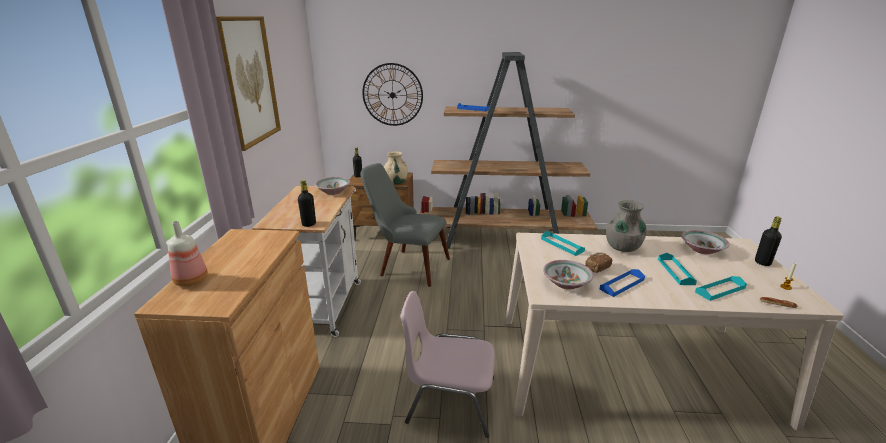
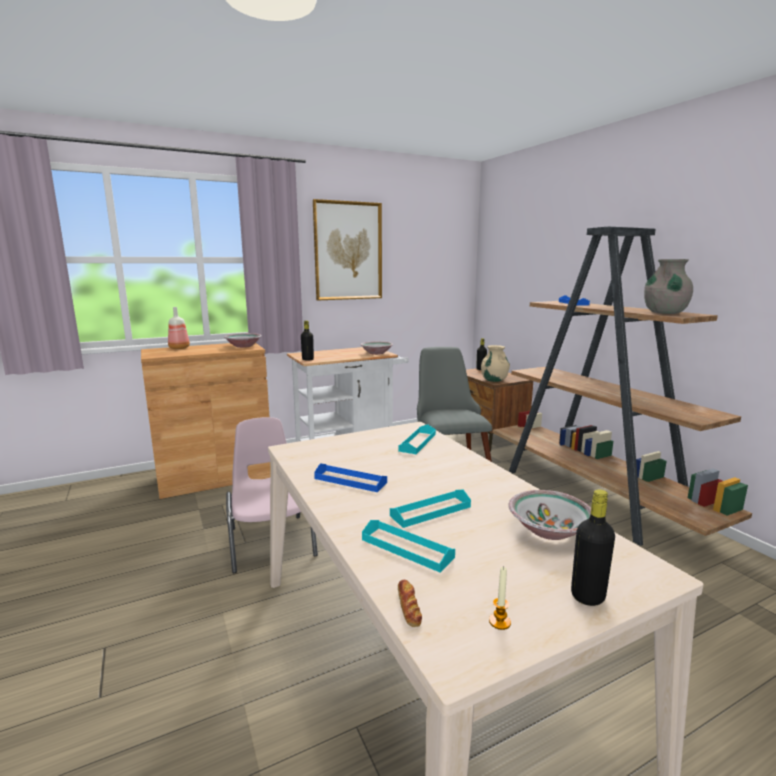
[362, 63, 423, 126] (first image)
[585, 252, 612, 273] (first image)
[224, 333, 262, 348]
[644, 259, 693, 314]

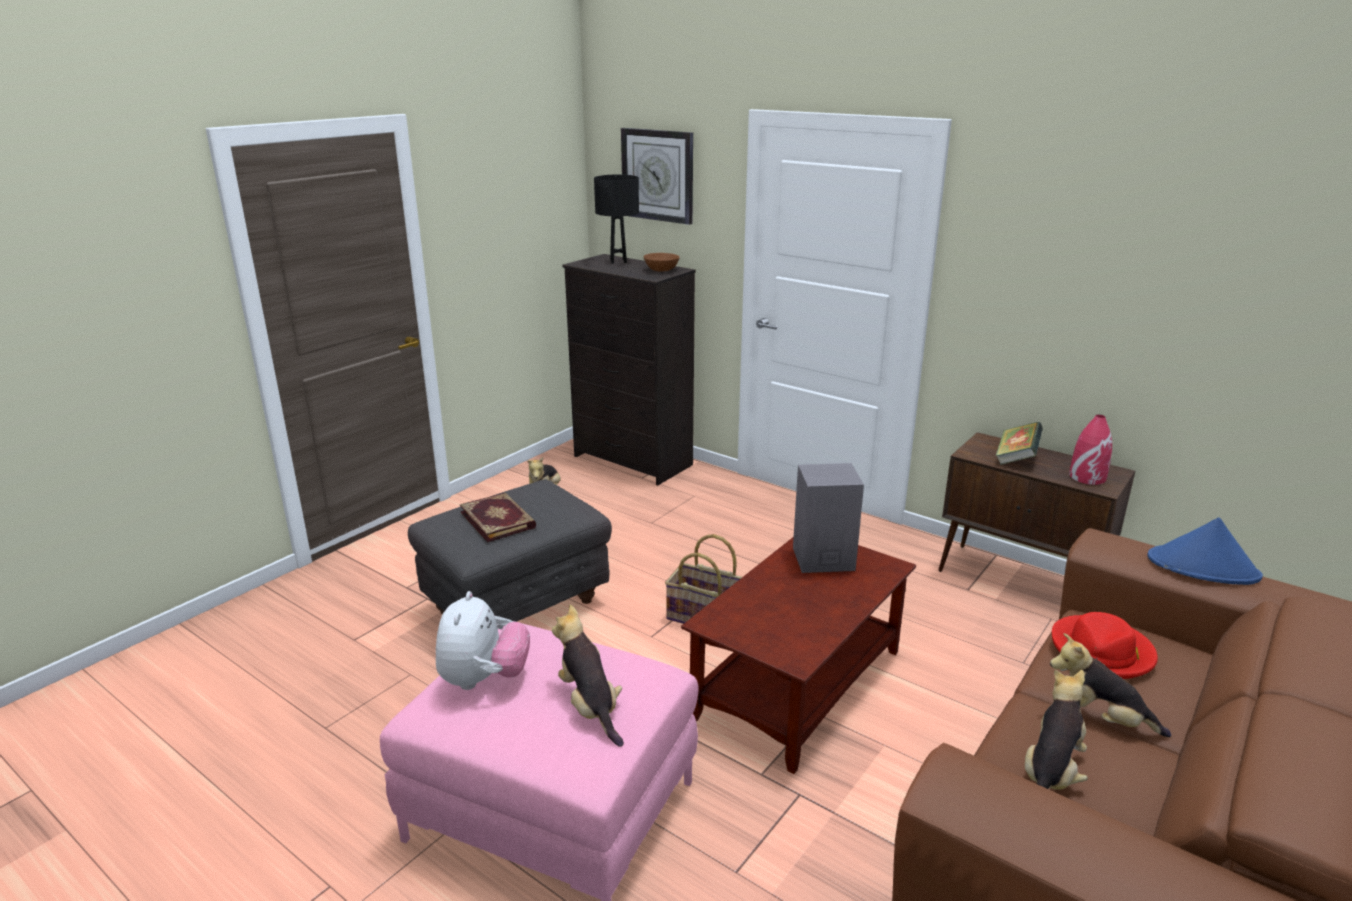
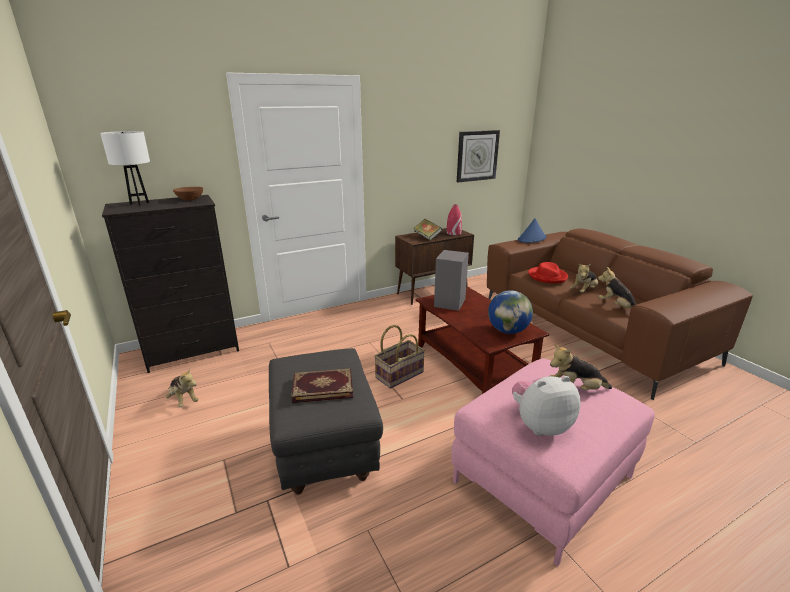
[488, 290, 533, 334]
[457, 130, 500, 182]
[100, 131, 150, 205]
[512, 376, 581, 436]

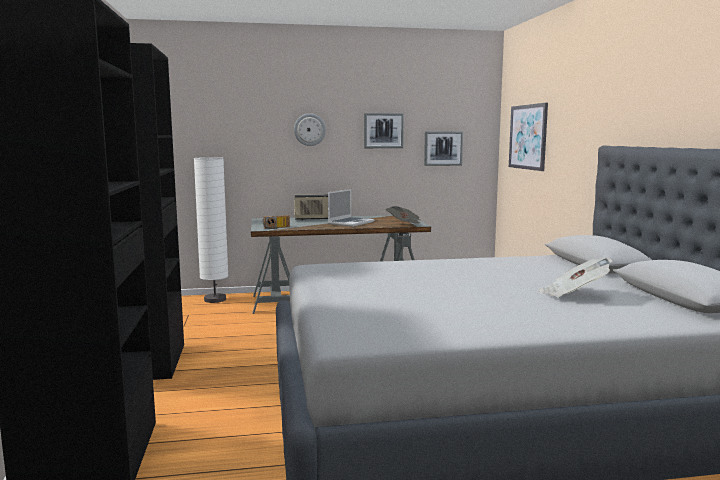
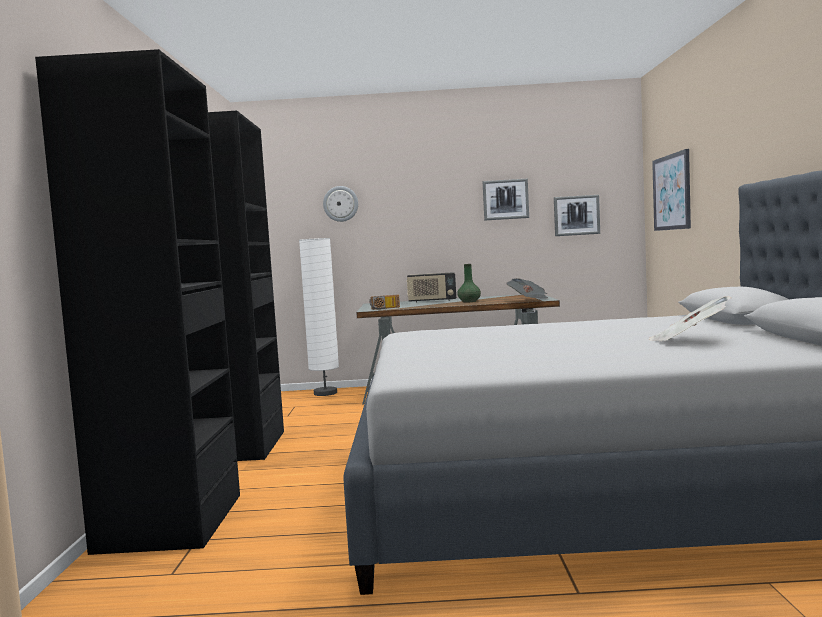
[323, 186, 358, 222]
[457, 264, 481, 302]

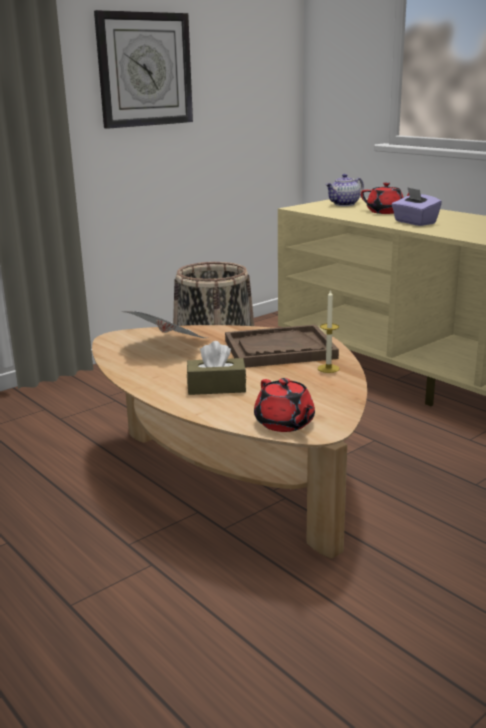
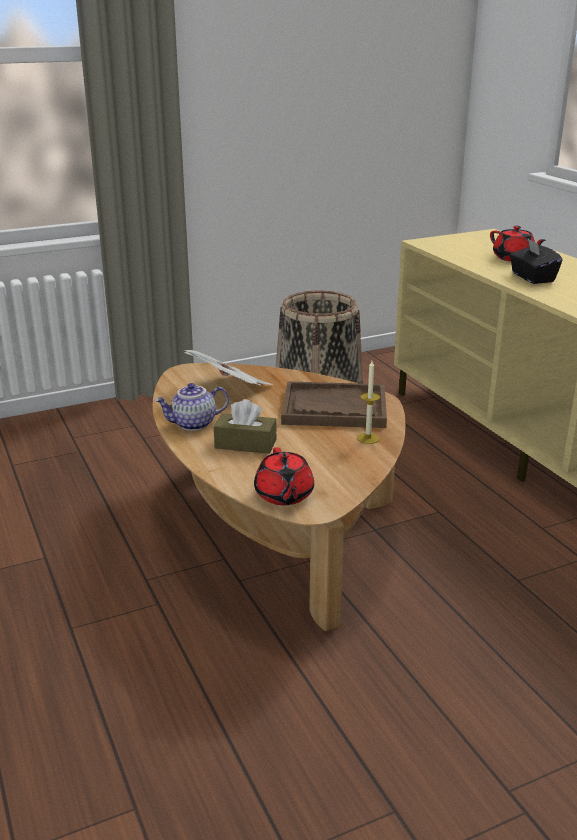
[94, 10, 193, 129] (first image)
[155, 383, 229, 431]
[510, 239, 562, 284]

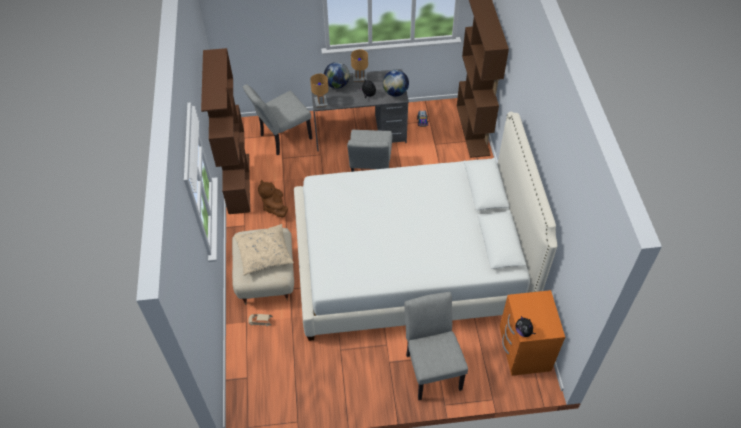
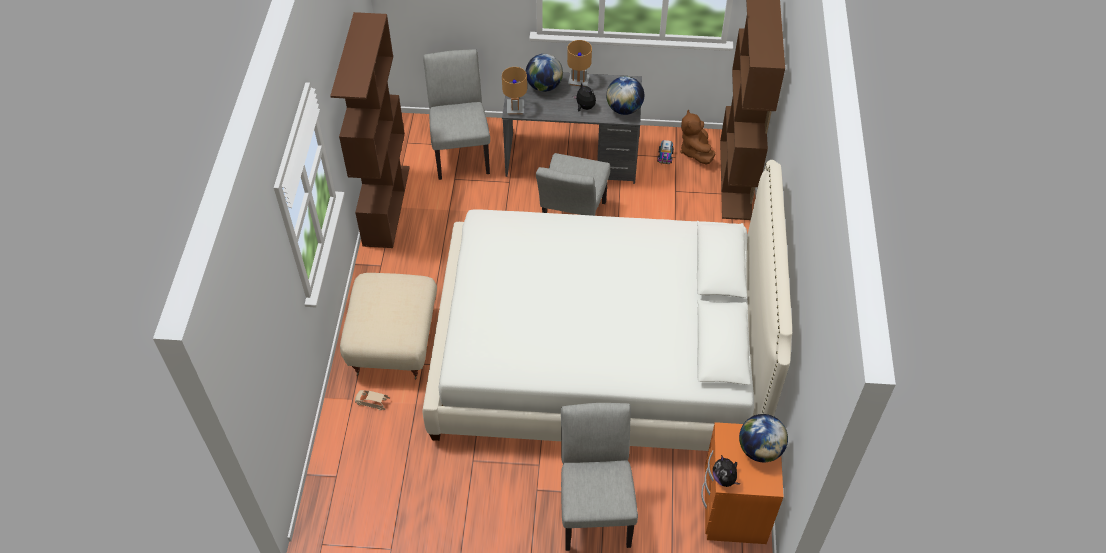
[234, 224, 294, 276] (first image)
[739, 414, 788, 462]
[680, 110, 715, 165]
[423, 49, 490, 180]

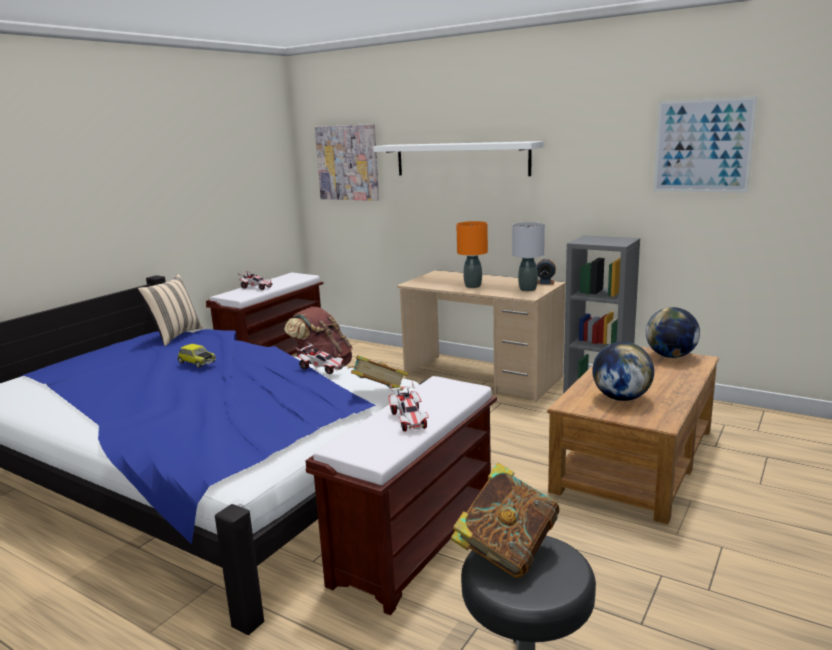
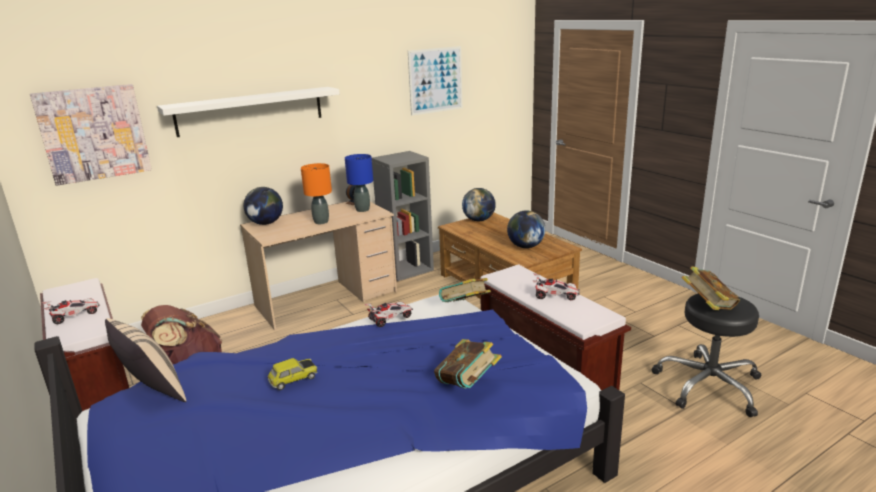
[243, 187, 283, 225]
[434, 339, 502, 389]
[345, 154, 373, 212]

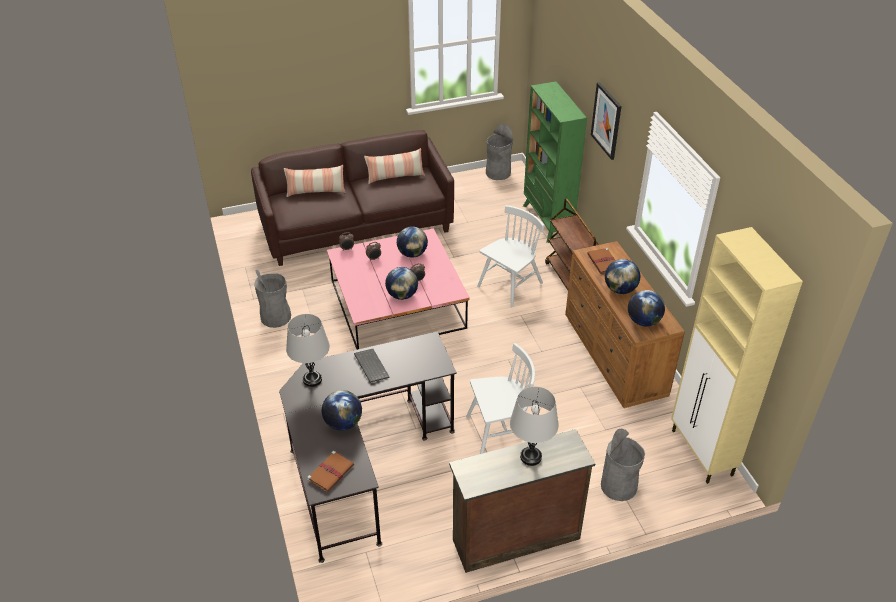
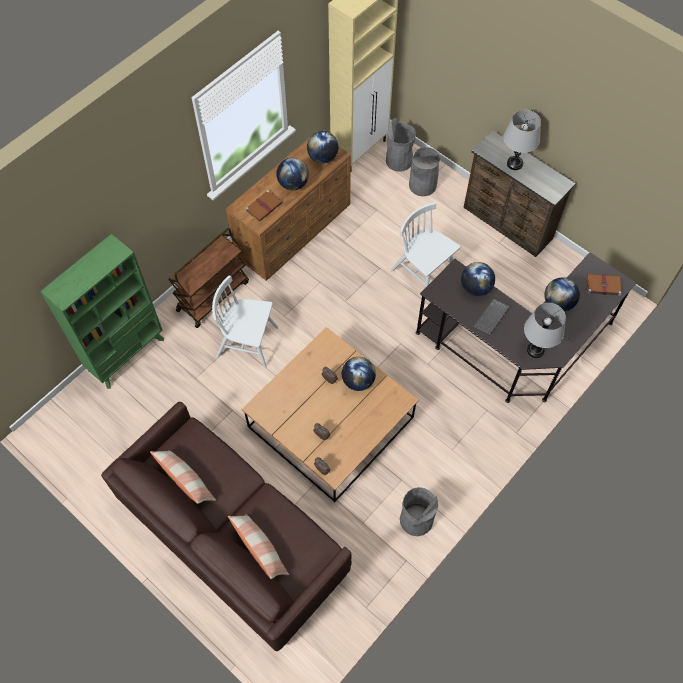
[591, 82, 621, 160] (first image)
[461, 262, 495, 296]
[386, 118, 416, 172]
[242, 327, 419, 502]

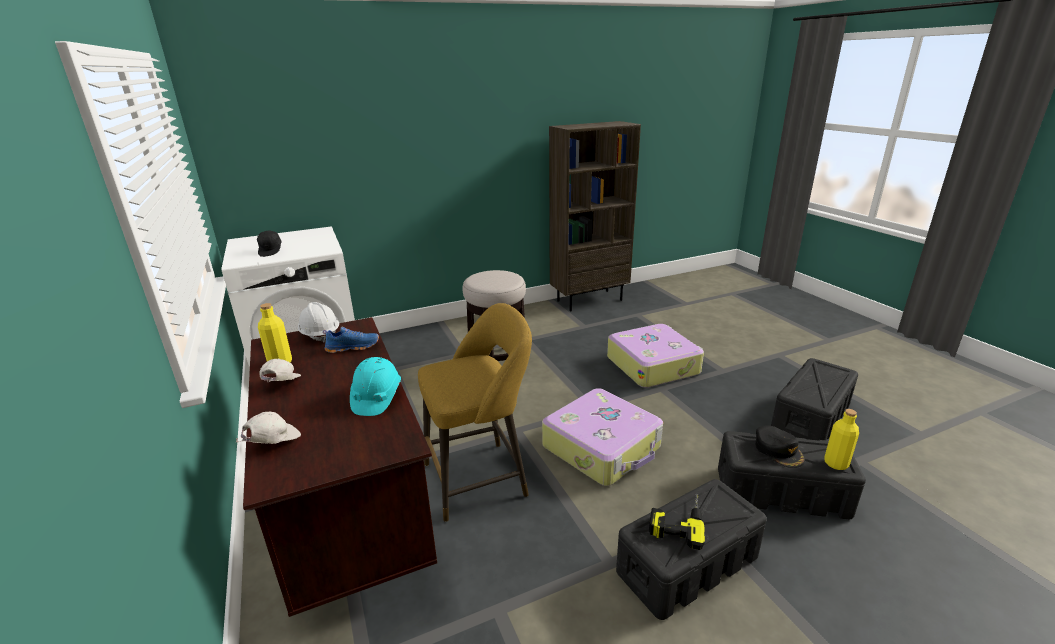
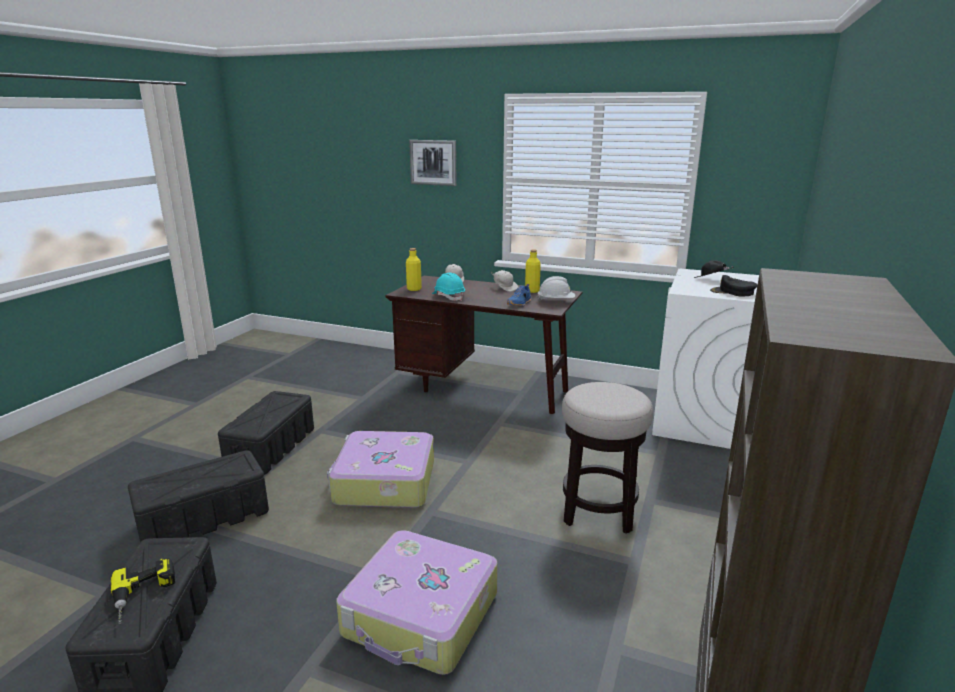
[418, 303, 532, 522] (first image)
[409, 140, 457, 186]
[111, 558, 175, 624]
[710, 275, 758, 296]
[406, 248, 422, 291]

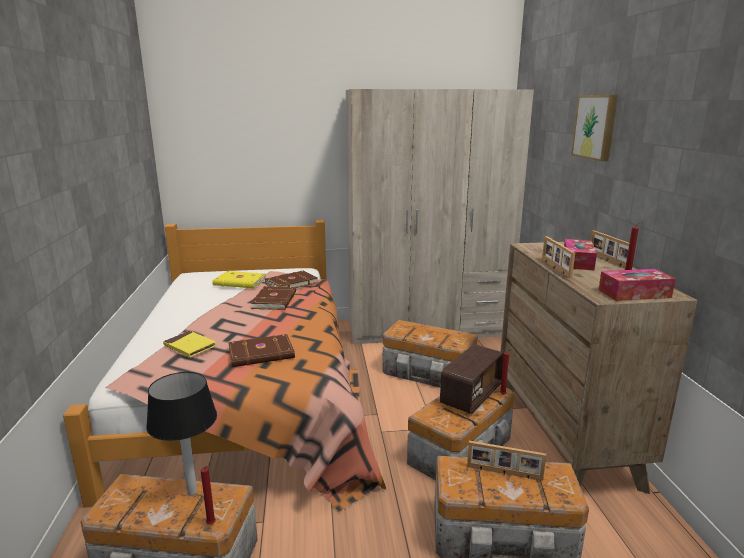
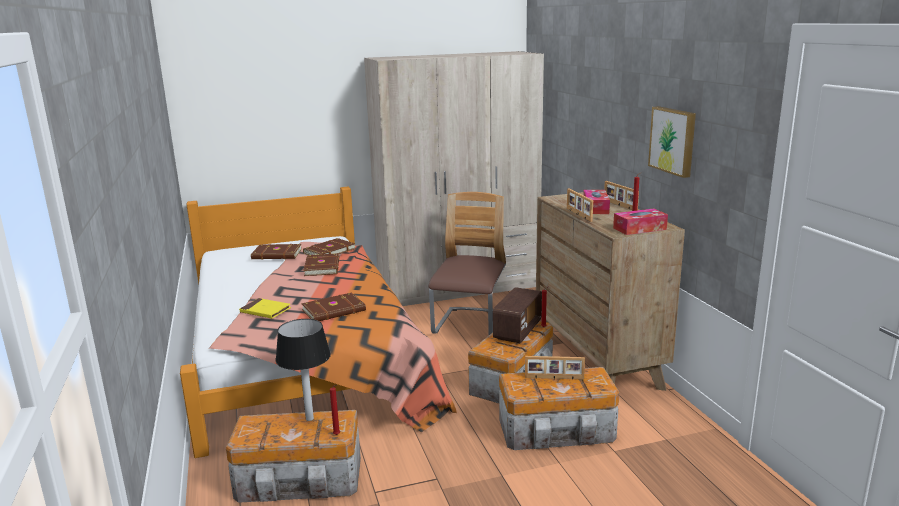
[648, 106, 696, 178]
[429, 192, 506, 335]
[251, 244, 302, 260]

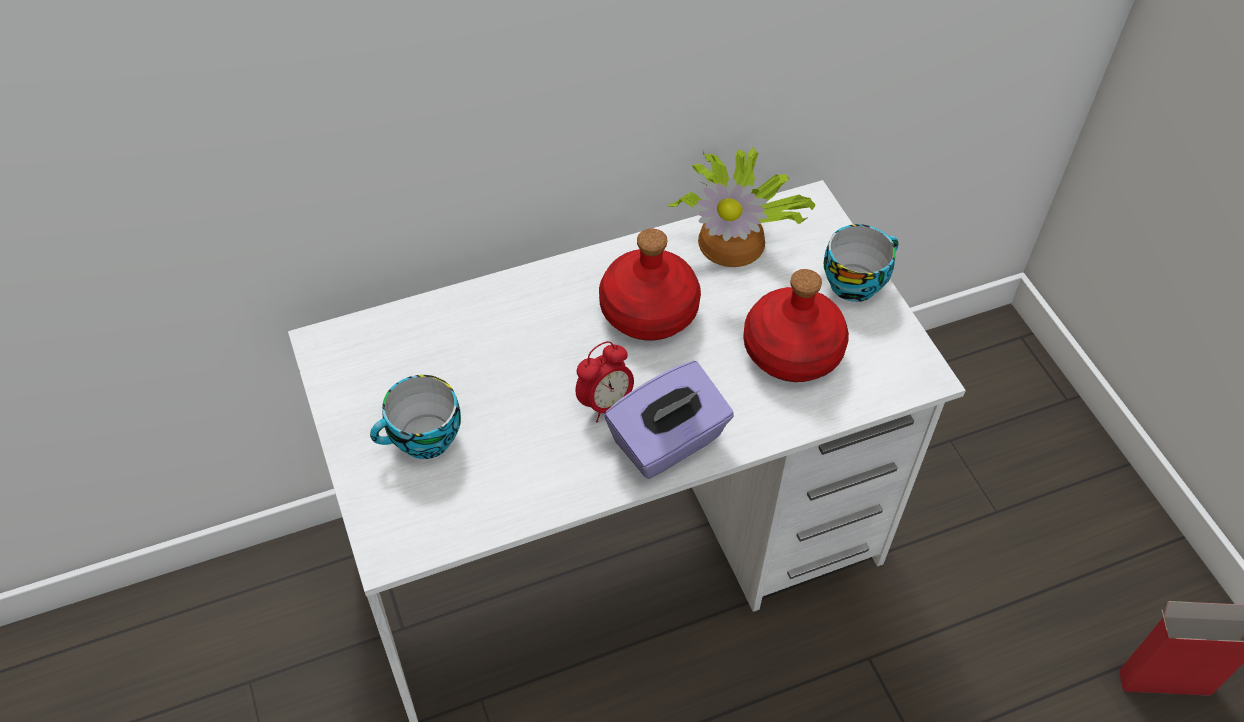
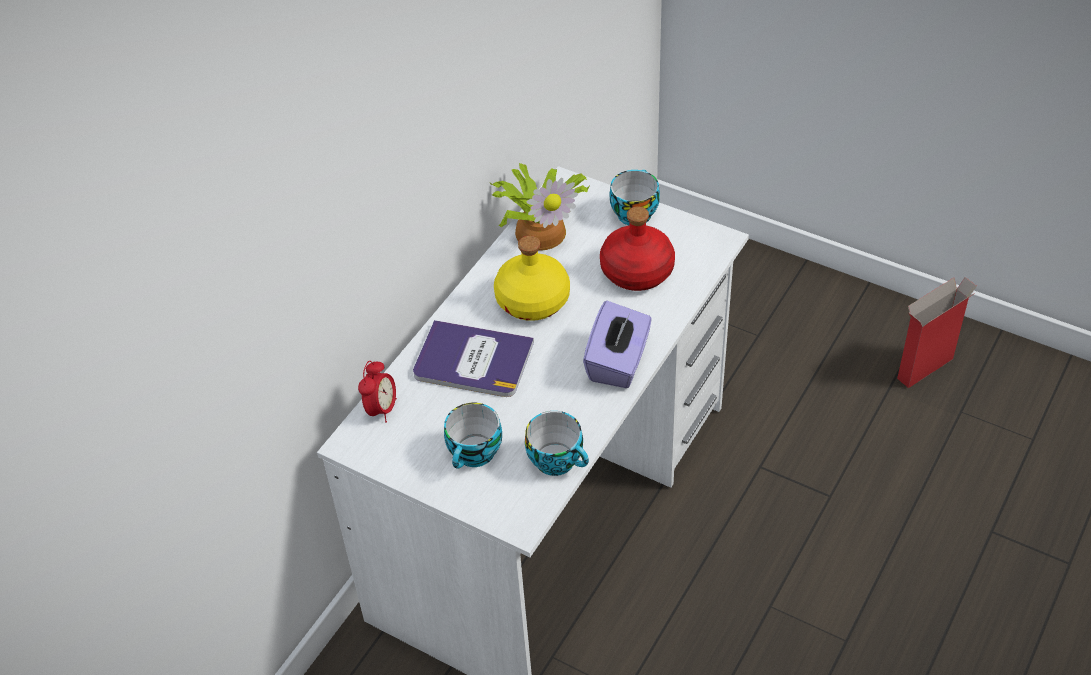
[413, 320, 534, 397]
[525, 411, 589, 476]
[358, 361, 397, 423]
[494, 236, 570, 321]

